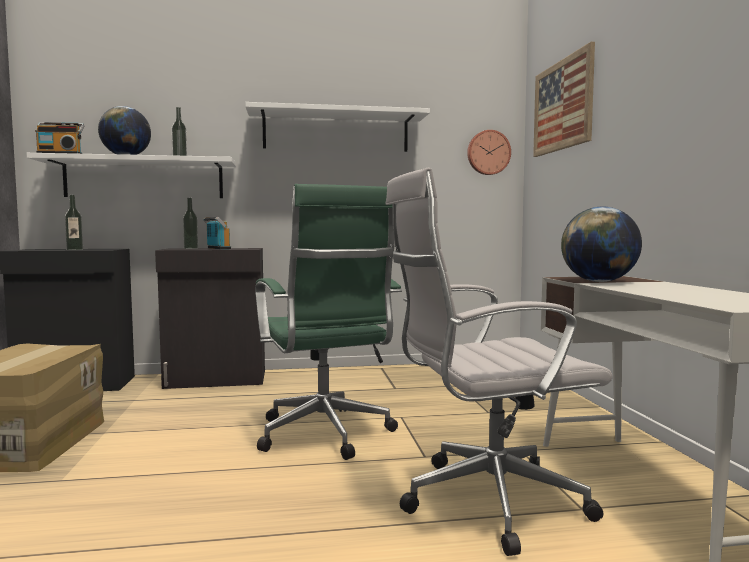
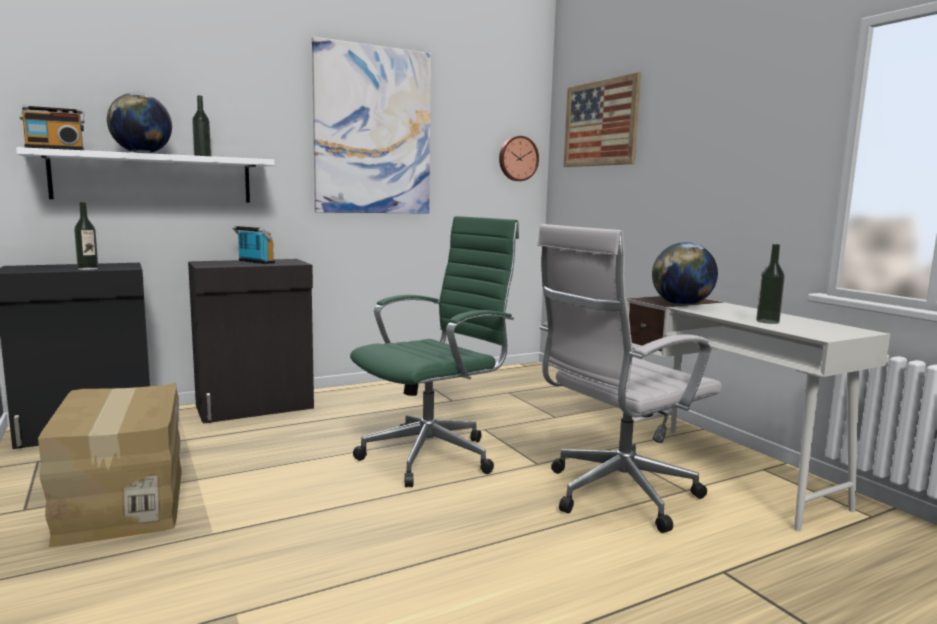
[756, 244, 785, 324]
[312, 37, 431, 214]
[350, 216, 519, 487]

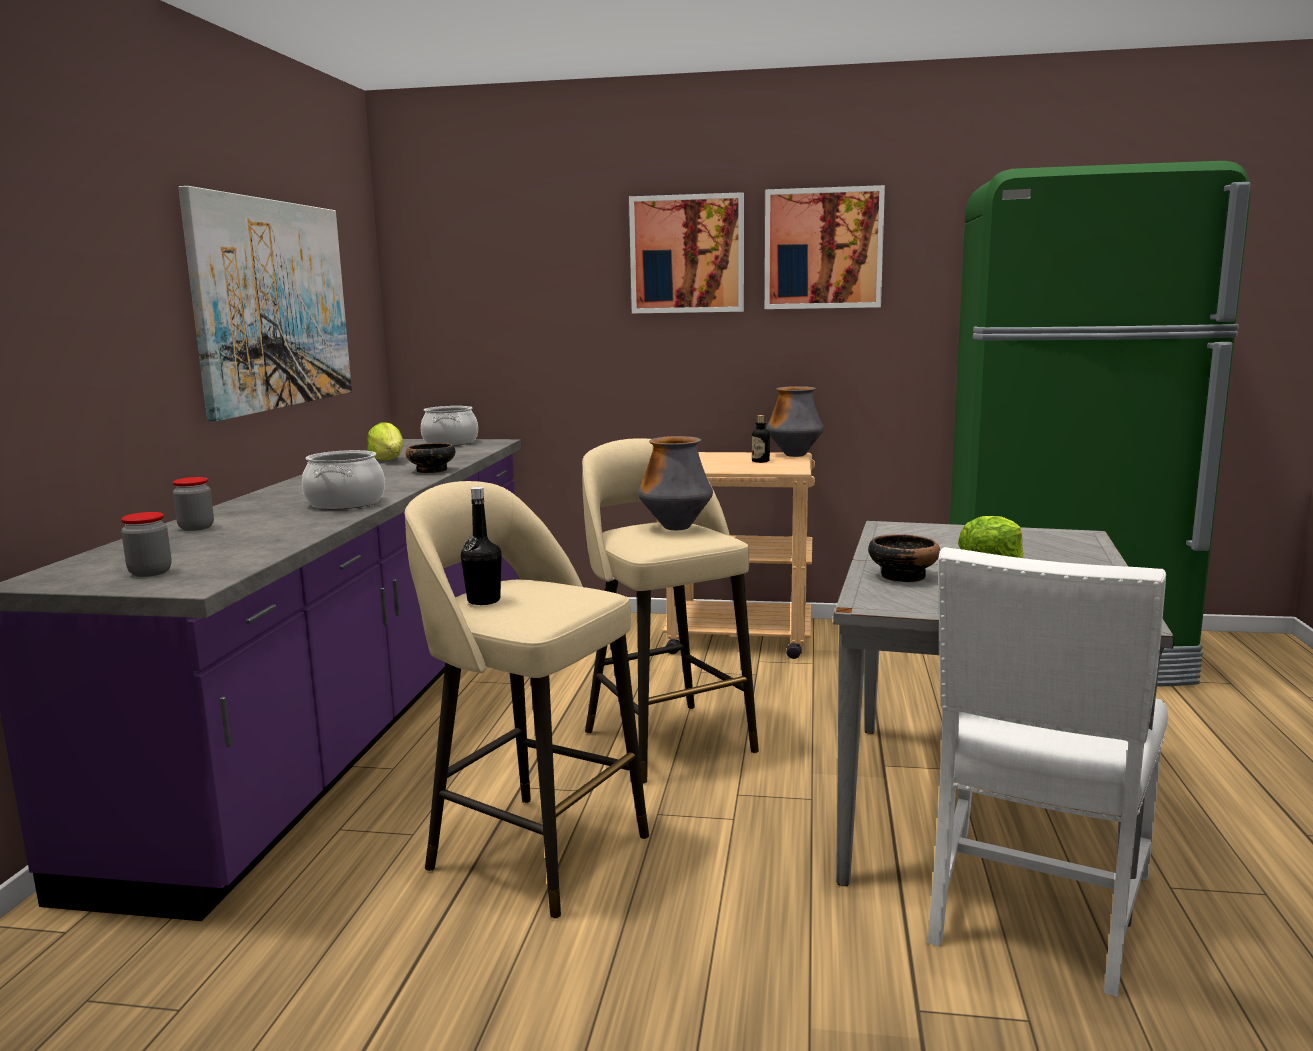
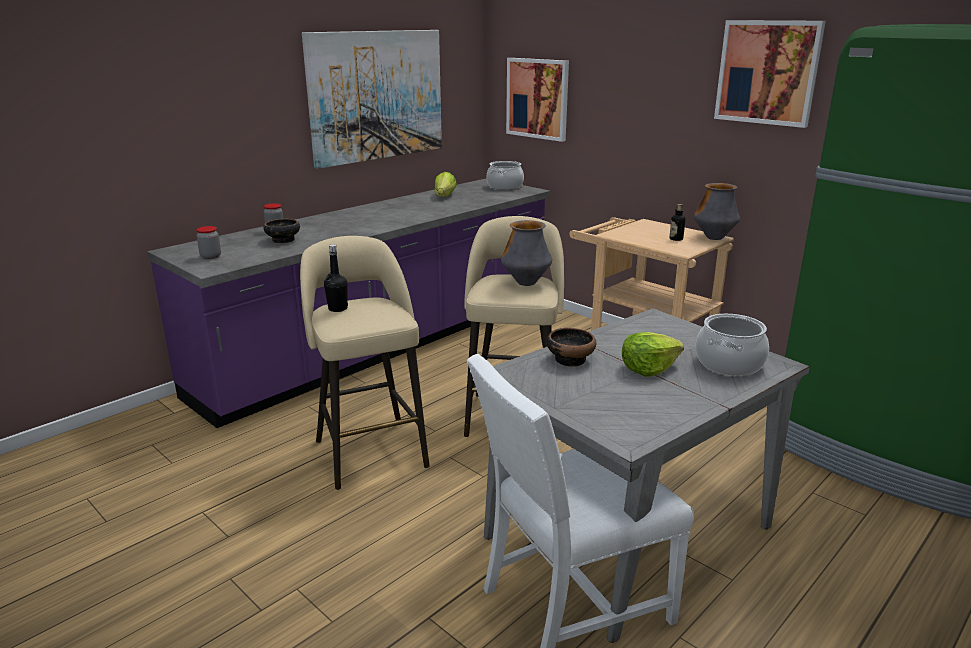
[695, 314, 769, 376]
[263, 219, 300, 243]
[506, 58, 569, 142]

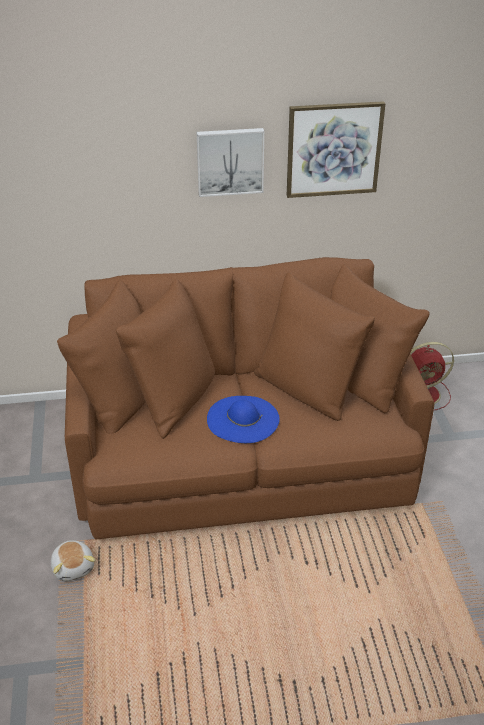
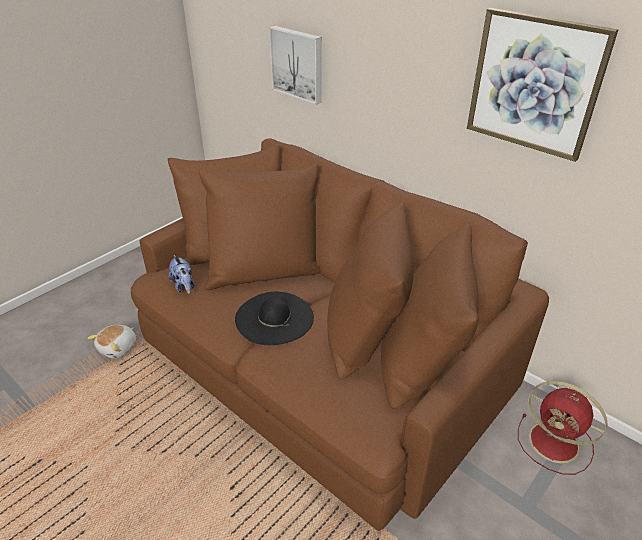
[168, 255, 194, 294]
[269, 26, 322, 105]
[235, 292, 314, 345]

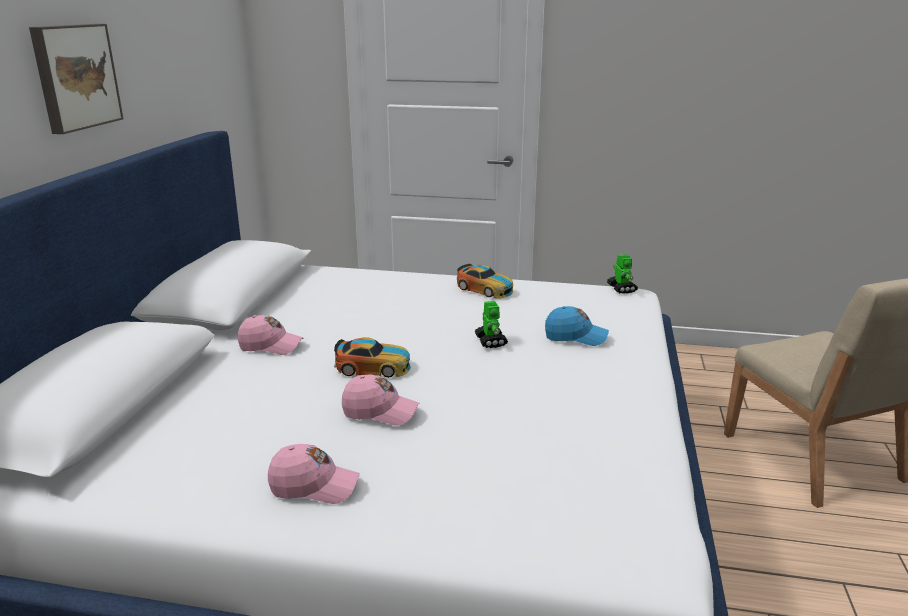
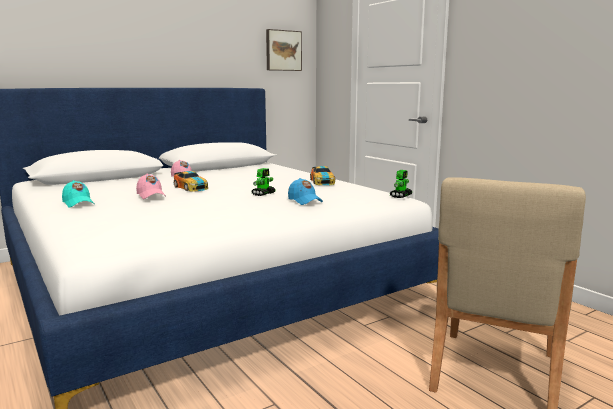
[266, 29, 302, 71]
[62, 180, 94, 208]

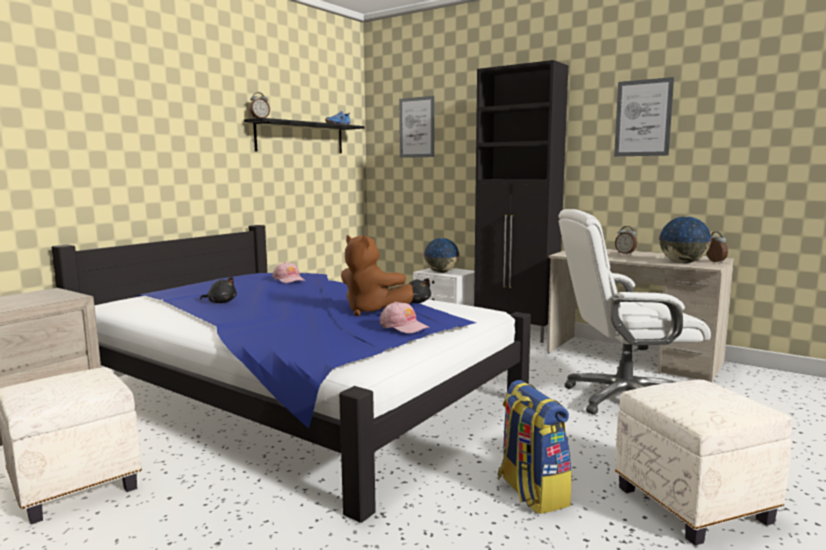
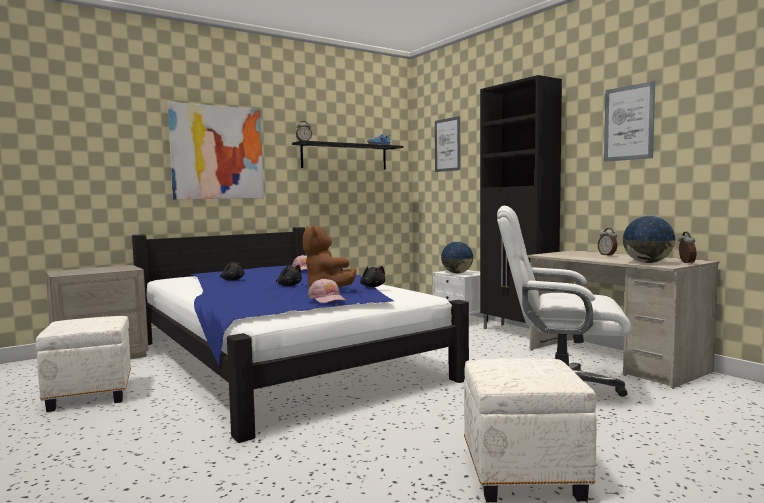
[498, 380, 572, 514] (first image)
[168, 102, 264, 200]
[276, 265, 302, 286]

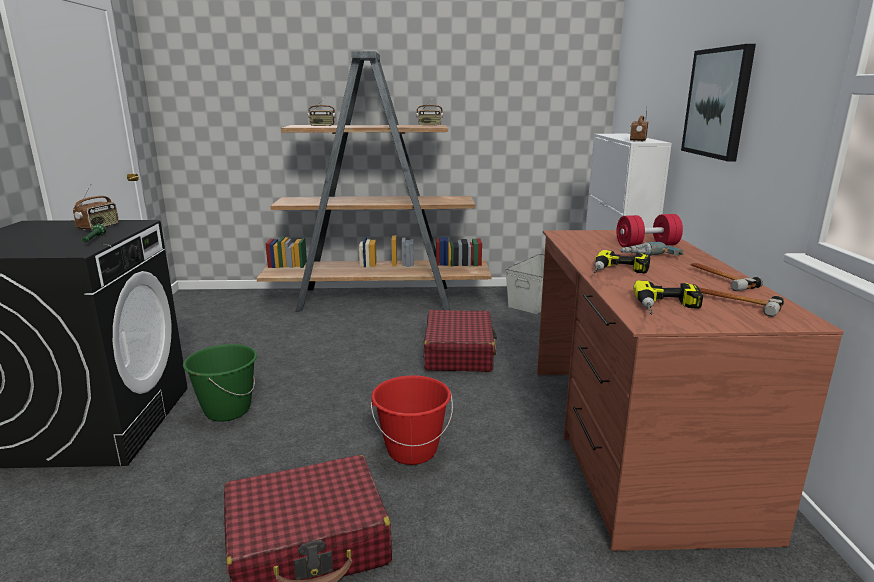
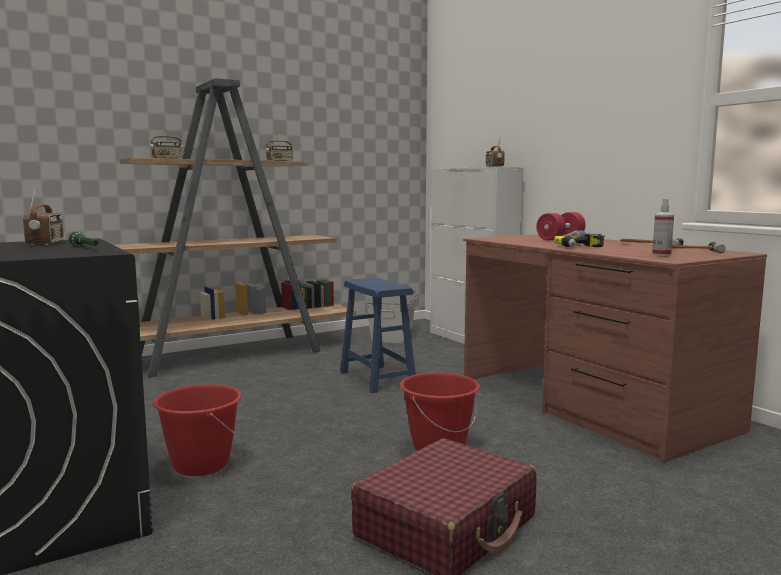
[681, 44, 756, 161] (first image)
[340, 278, 416, 393]
[652, 199, 674, 256]
[153, 384, 241, 476]

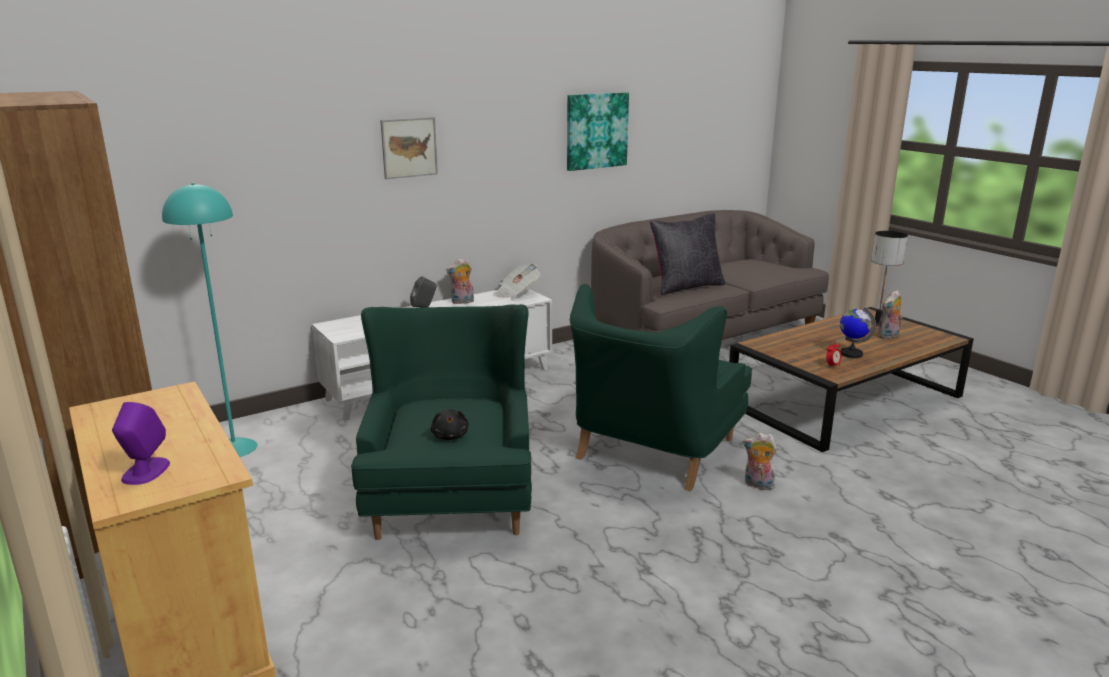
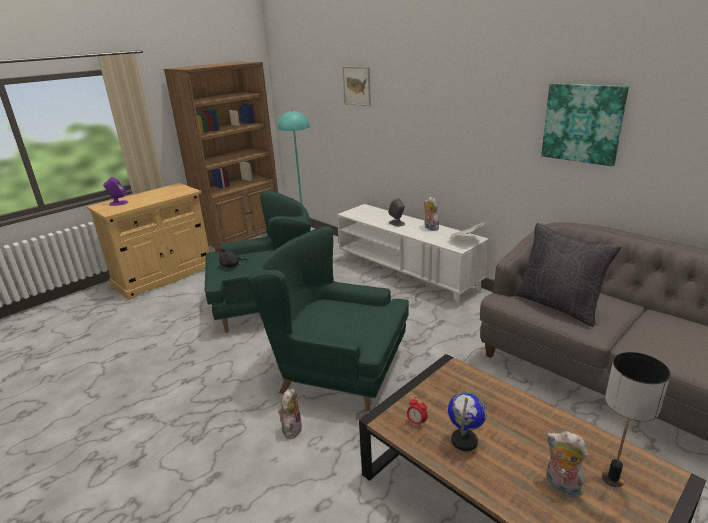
[342, 67, 371, 106]

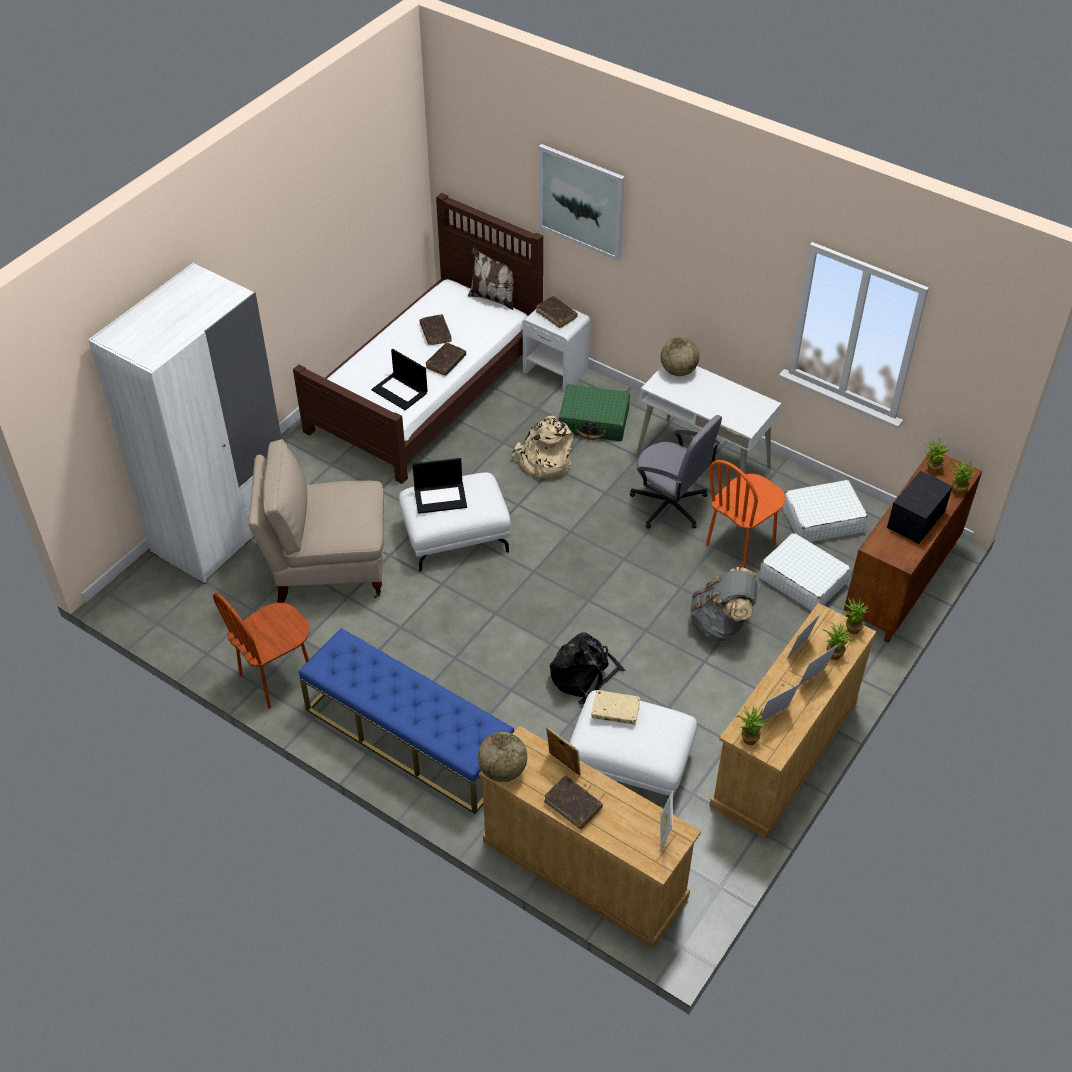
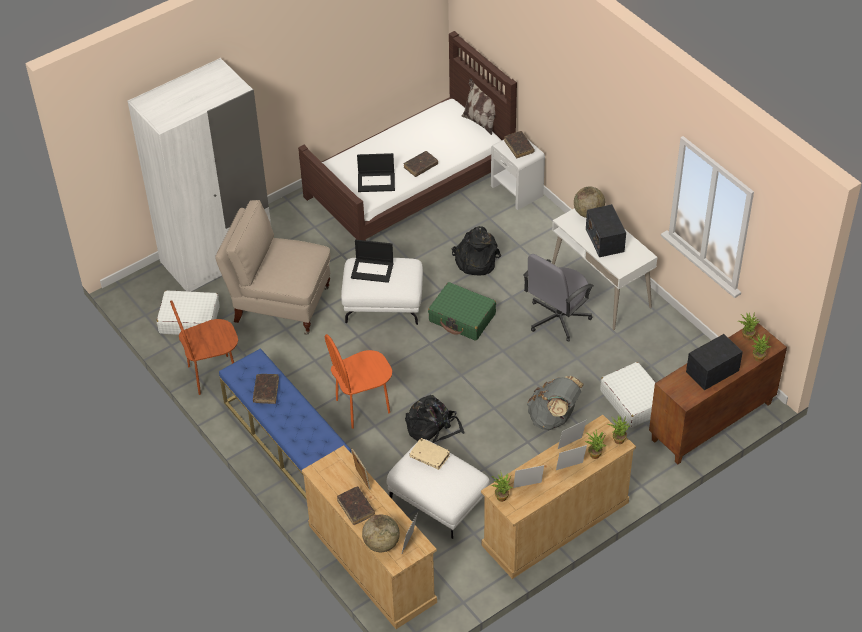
[538, 144, 625, 261] (first image)
[586, 204, 626, 257]
[253, 374, 279, 404]
[362, 515, 400, 552]
[428, 282, 496, 341]
[325, 334, 392, 429]
[156, 290, 220, 335]
[451, 226, 501, 276]
[357, 153, 395, 192]
[523, 254, 594, 342]

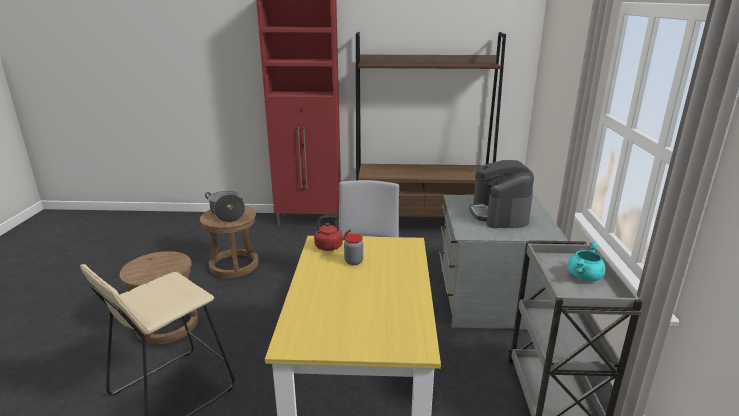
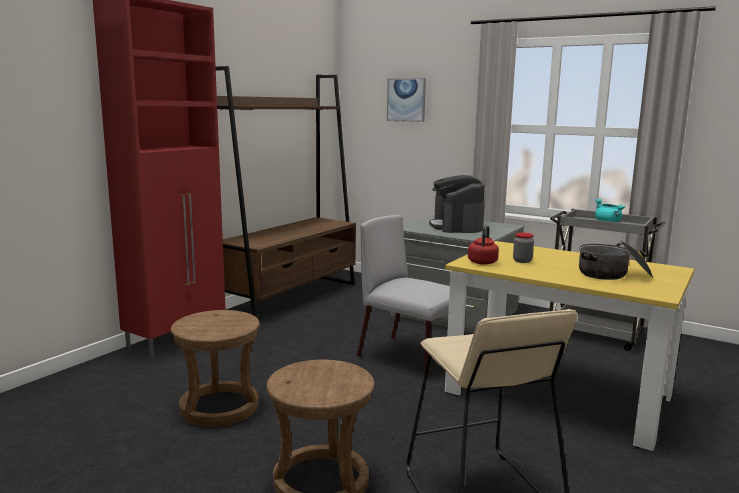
[387, 78, 426, 122]
[579, 240, 653, 280]
[429, 175, 485, 233]

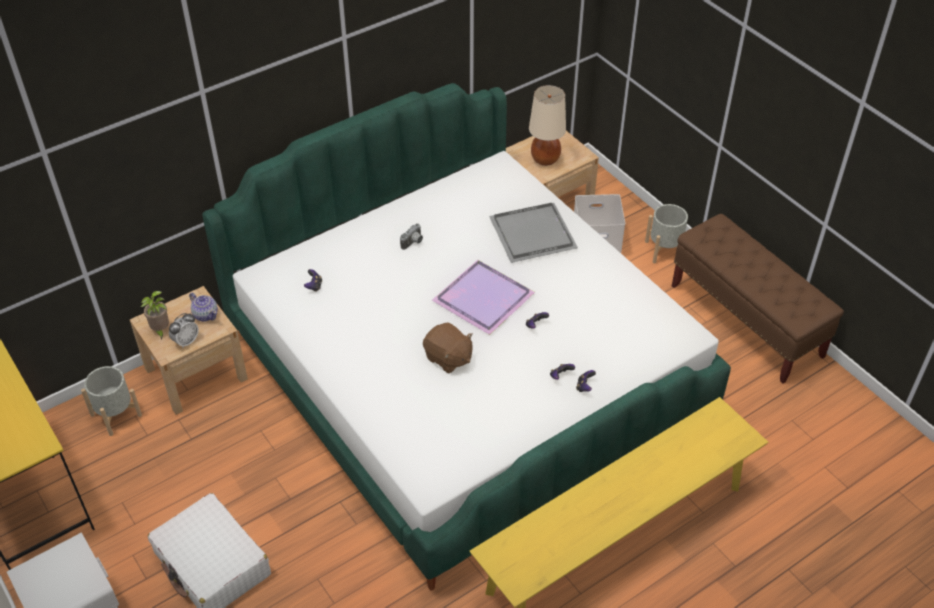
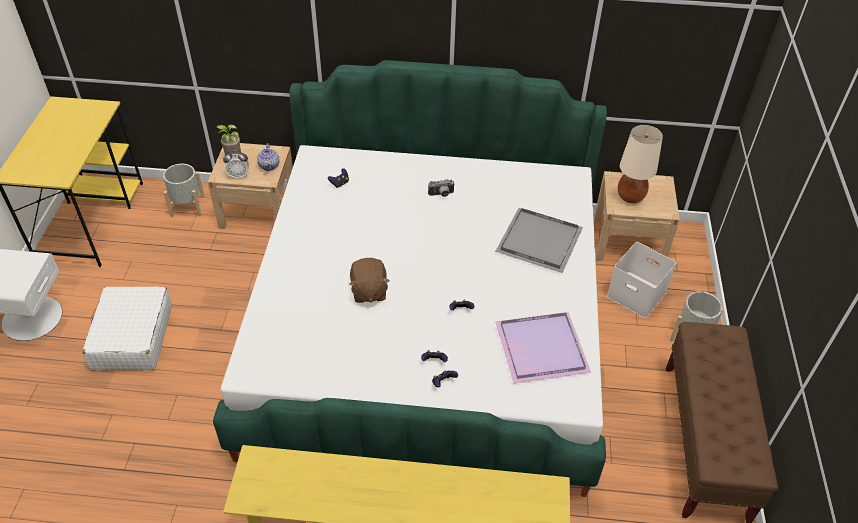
[495, 312, 591, 384]

